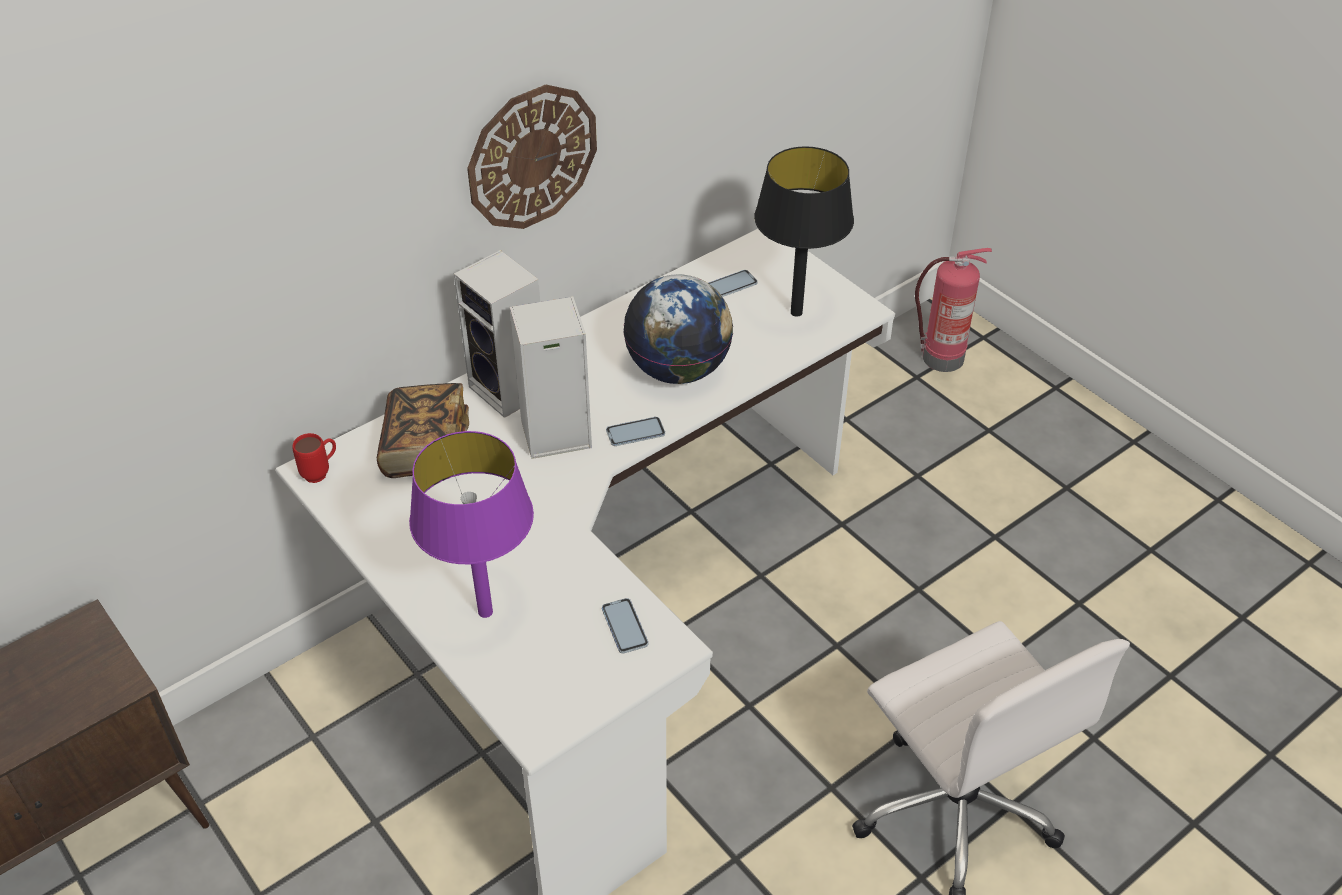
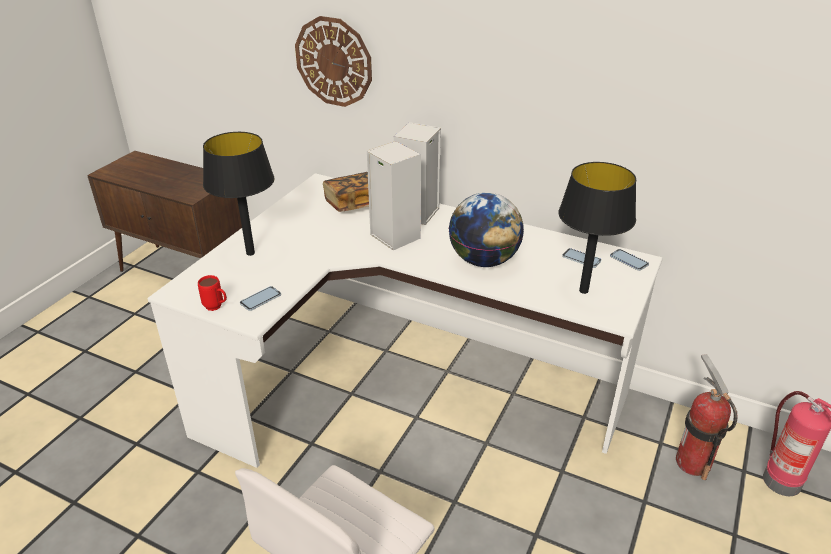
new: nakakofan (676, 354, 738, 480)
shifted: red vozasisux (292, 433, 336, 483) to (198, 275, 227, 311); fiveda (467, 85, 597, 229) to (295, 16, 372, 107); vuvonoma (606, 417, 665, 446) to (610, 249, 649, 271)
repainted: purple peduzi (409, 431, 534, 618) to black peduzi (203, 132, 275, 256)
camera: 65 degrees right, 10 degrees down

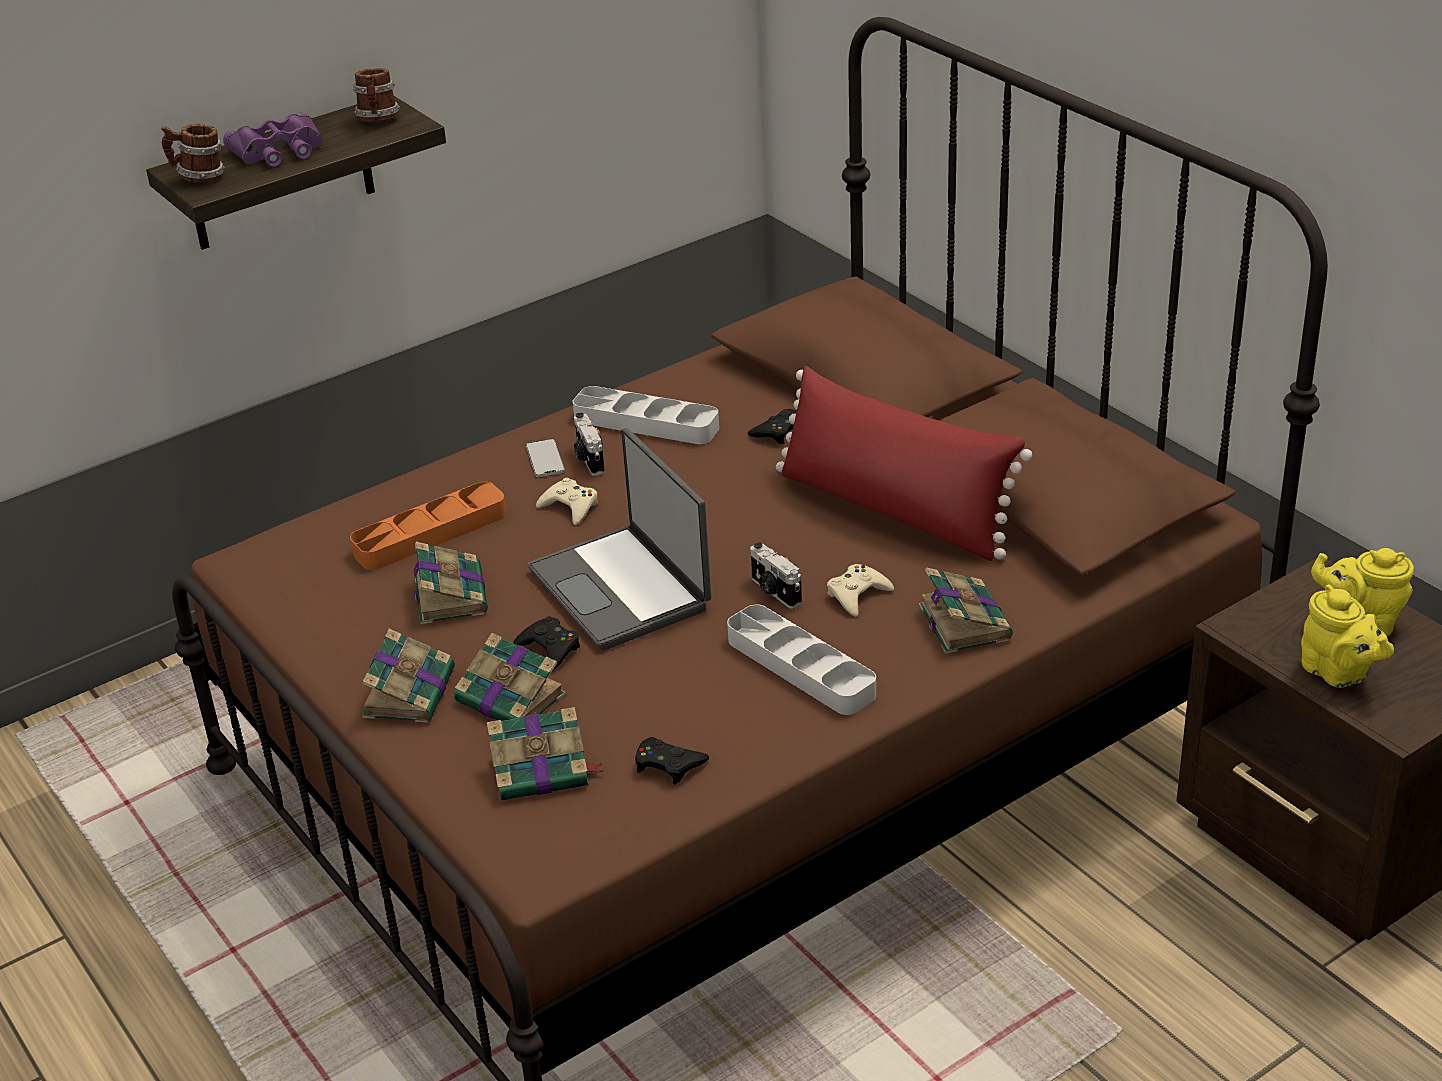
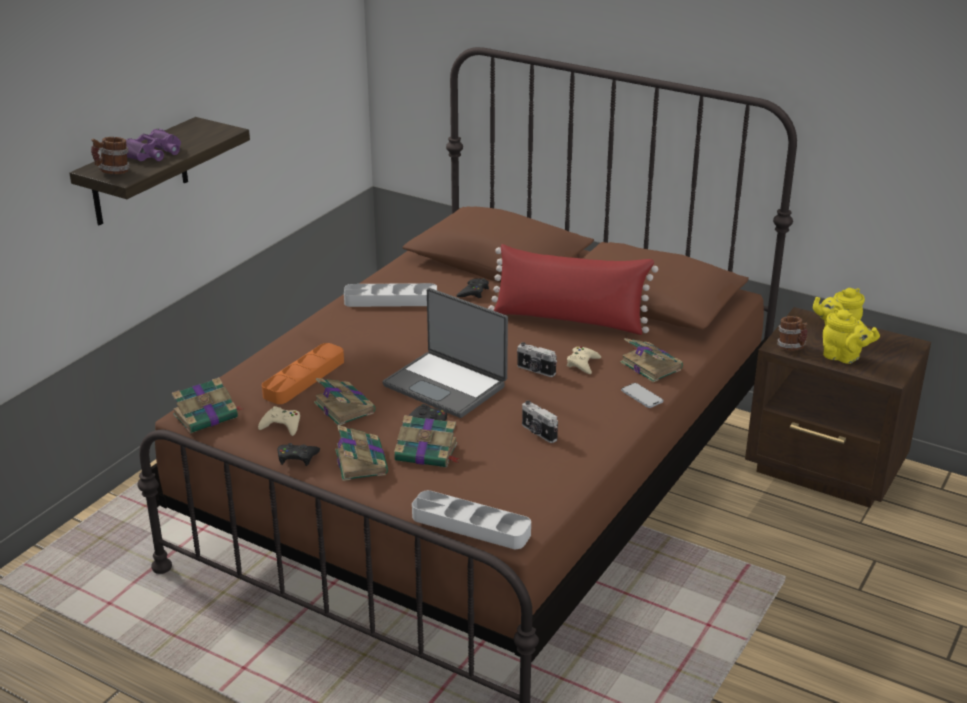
shifted: vozasisux (353, 68, 400, 122) to (777, 316, 808, 351); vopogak (487, 707, 604, 801) to (172, 377, 242, 433); vuvonoma (526, 439, 565, 477) to (621, 383, 663, 408); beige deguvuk (536, 478, 598, 525) to (258, 406, 300, 436); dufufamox (574, 413, 605, 476) to (522, 401, 558, 443); black deguvuk (635, 737, 709, 785) to (278, 443, 320, 466); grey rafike (727, 605, 876, 715) to (412, 490, 531, 549)
camera: 25 degrees left, 5 degrees down

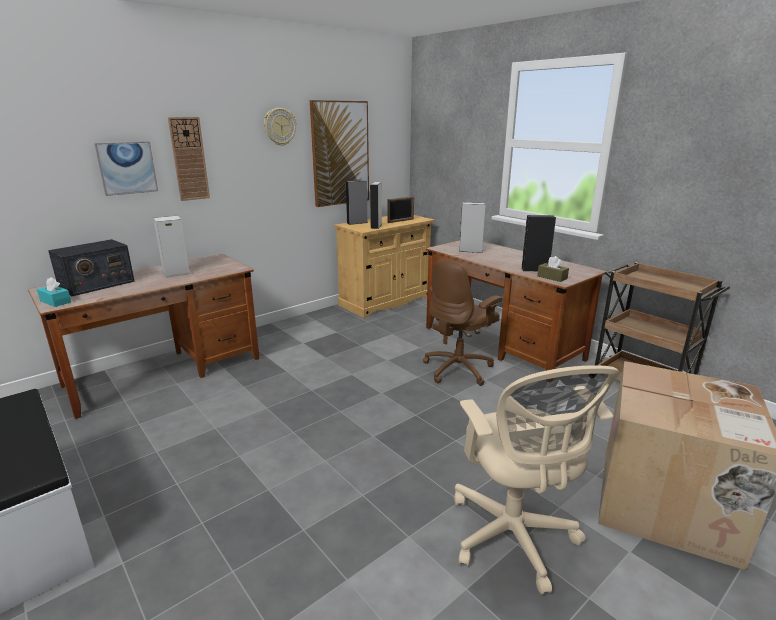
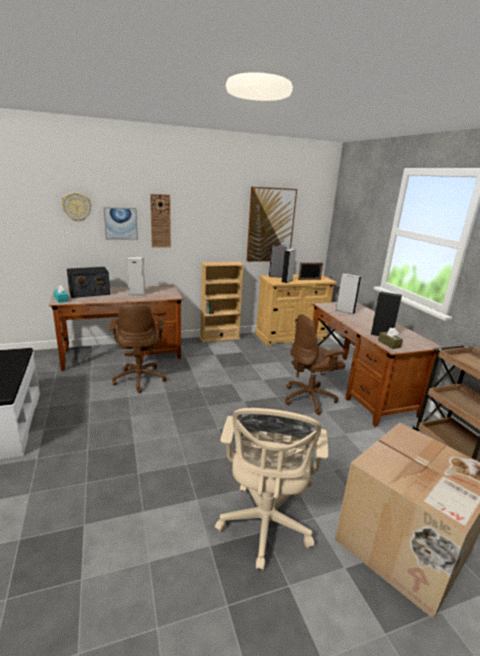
new: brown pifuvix (109, 303, 167, 393); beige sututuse (200, 262, 245, 343)
shifted: fiveda (264, 108, 296, 146) to (61, 192, 92, 222)
camera: 20 degrees right, 0 degrees up

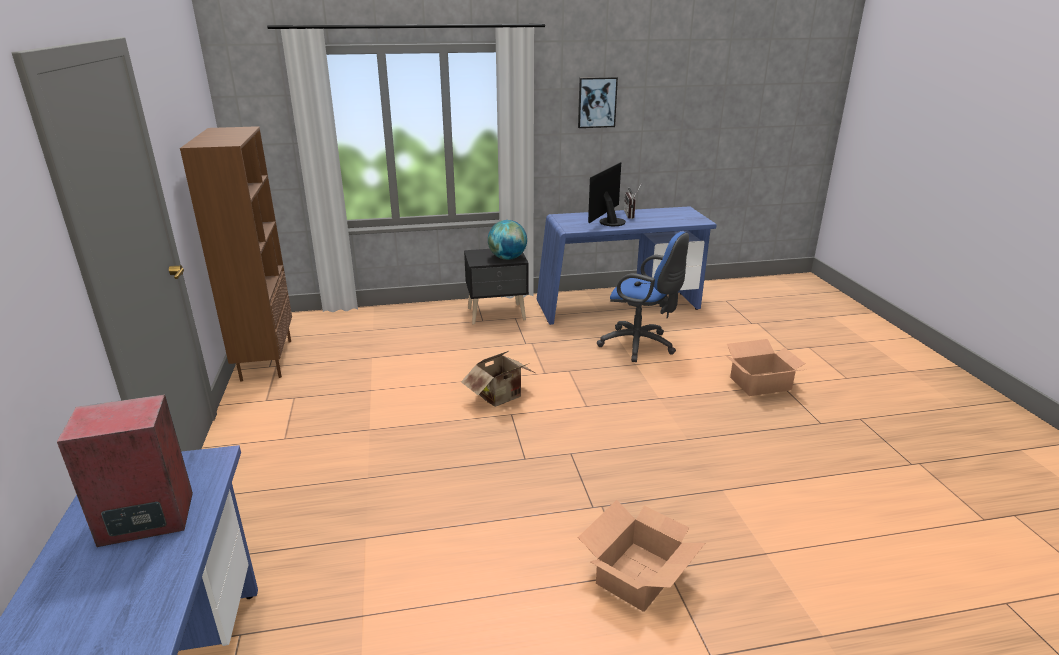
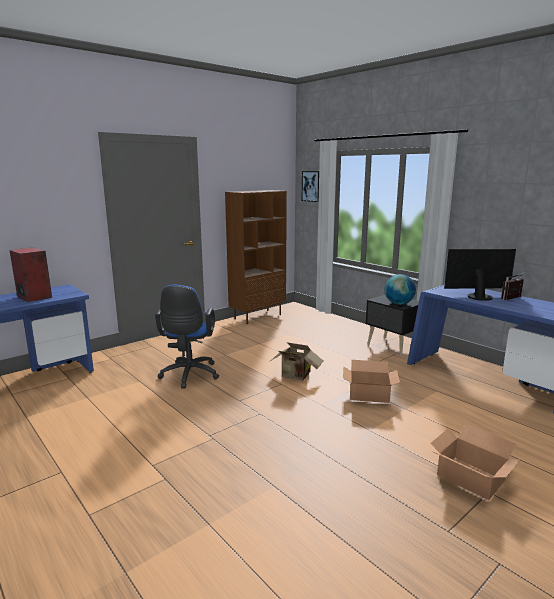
shifted: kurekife (578, 77, 618, 128) to (302, 171, 319, 202); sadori (578, 500, 705, 612) to (343, 360, 400, 403); blue pifuvix (597, 232, 689, 362) to (155, 285, 219, 389)
camera: 60 degrees right, 10 degrees down

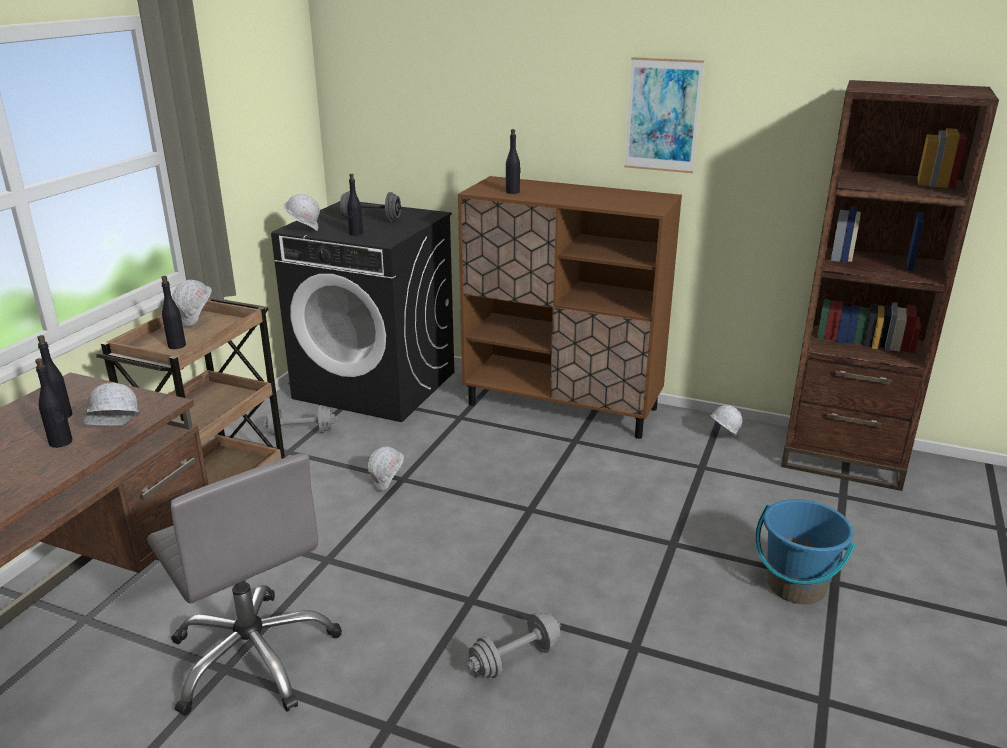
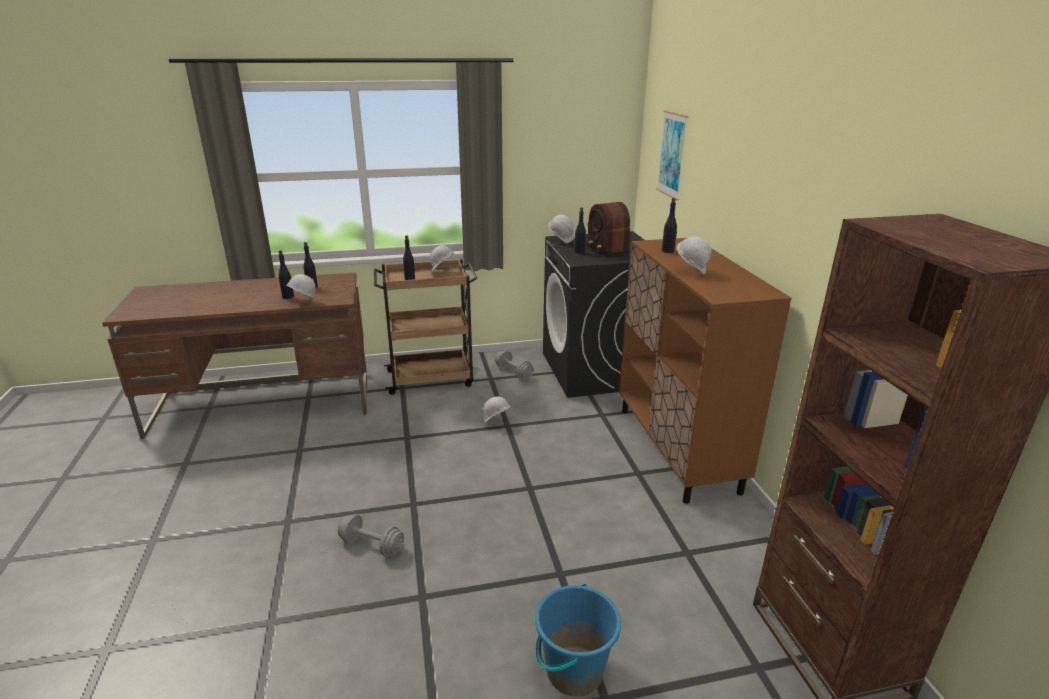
gone: grey pifuvix (147, 453, 342, 716)
shifted: kurekife (625, 57, 704, 173) to (656, 110, 688, 201); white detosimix (710, 405, 743, 436) to (677, 236, 712, 274)
swapped: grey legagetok (340, 191, 401, 222) to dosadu (586, 202, 632, 257)
camera: 55 degrees right, 0 degrees up

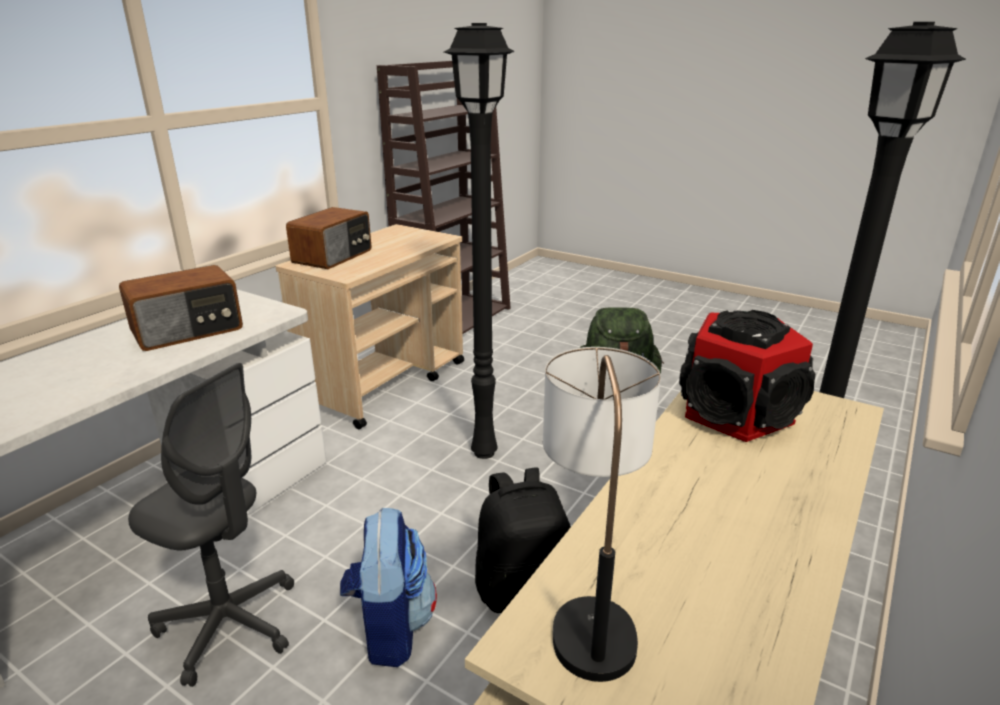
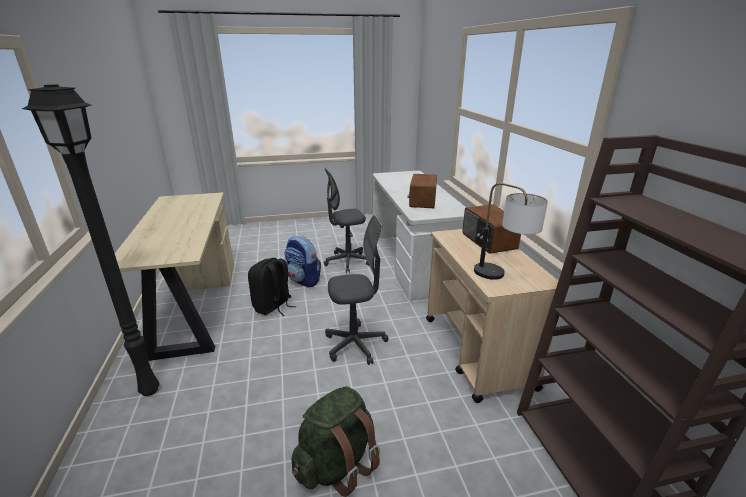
gone: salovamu (679, 310, 815, 442)
shifted: peduzi (543, 347, 661, 682) to (474, 183, 548, 280)
swapped: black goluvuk (444, 23, 515, 459) to grey pifuvix (325, 215, 389, 365)
camera: 135 degrees right, 0 degrees up

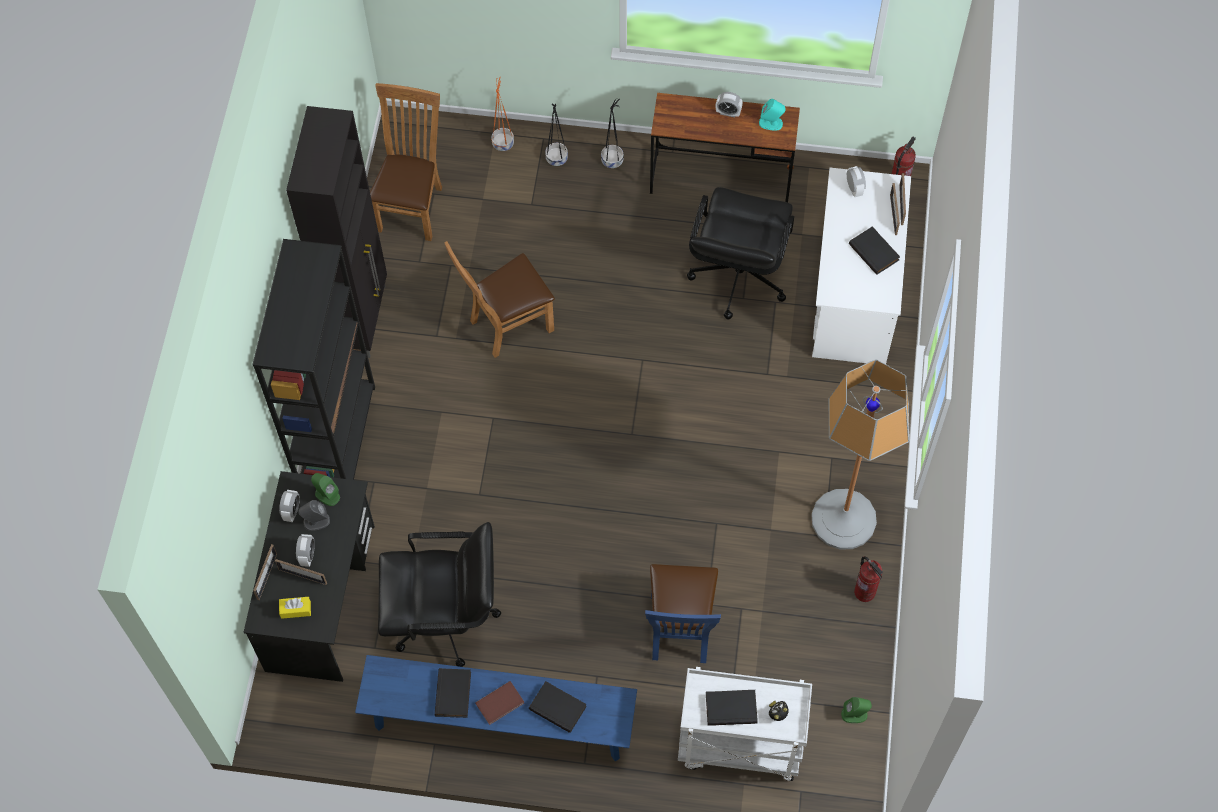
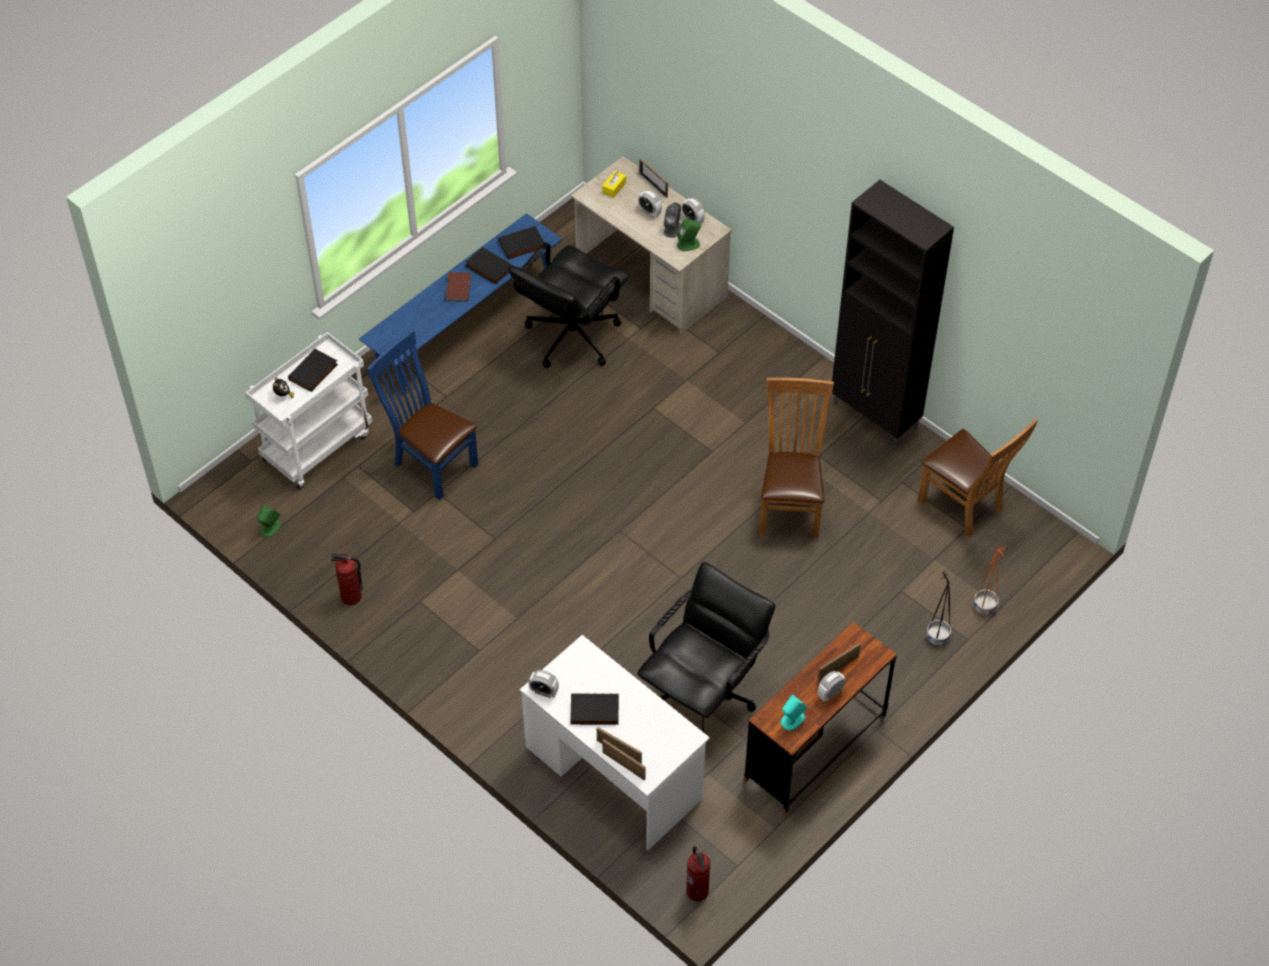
gone: black sututuse (252, 239, 375, 480); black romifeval (601, 97, 624, 168); goluvuk (811, 359, 910, 549)
shifted: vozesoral (275, 559, 327, 585) to (818, 643, 861, 682); black vopogak (529, 681, 587, 733) to (498, 226, 545, 260); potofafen (847, 166, 866, 197) to (528, 670, 559, 698)
repainted: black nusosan (244, 471, 375, 682) to beige nusosan (571, 156, 732, 334)
rotated: black pifuvix (687, 187, 795, 320) = (637, 562, 775, 732) 75 degrees clockwise
camera: 125 degrees right, 10 degrees down

